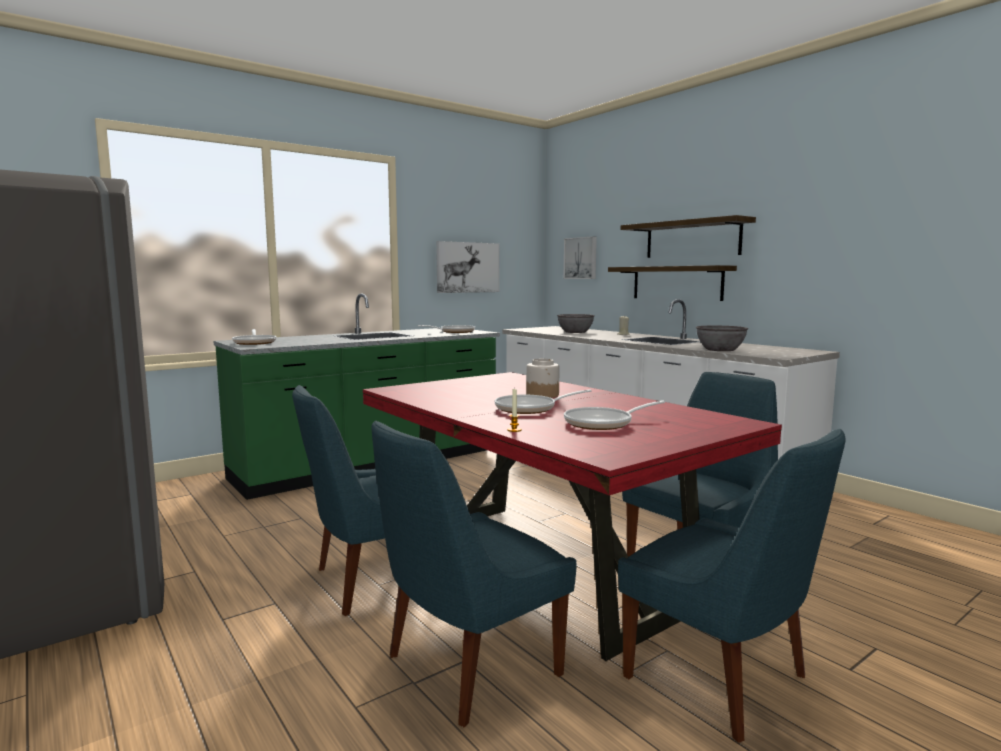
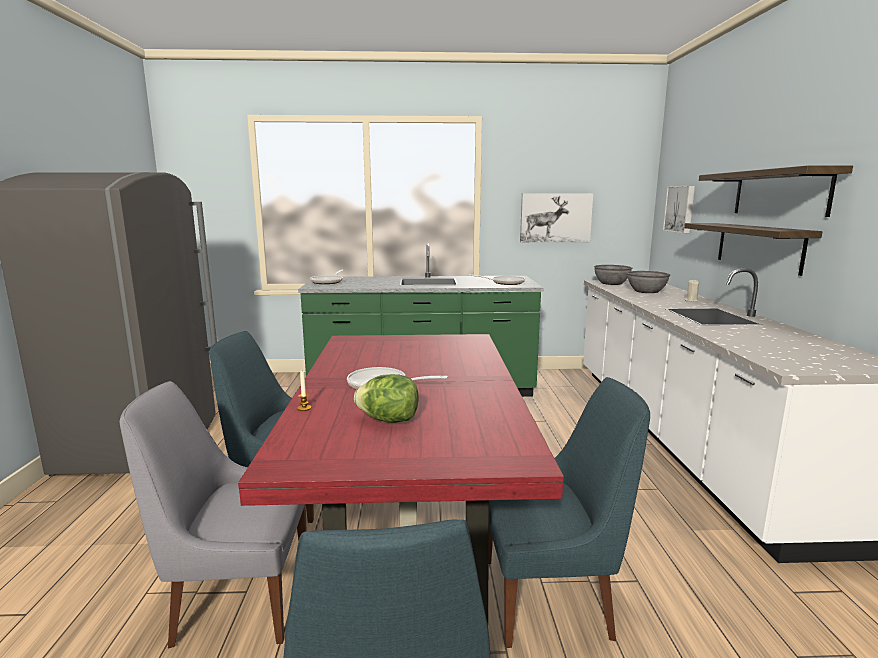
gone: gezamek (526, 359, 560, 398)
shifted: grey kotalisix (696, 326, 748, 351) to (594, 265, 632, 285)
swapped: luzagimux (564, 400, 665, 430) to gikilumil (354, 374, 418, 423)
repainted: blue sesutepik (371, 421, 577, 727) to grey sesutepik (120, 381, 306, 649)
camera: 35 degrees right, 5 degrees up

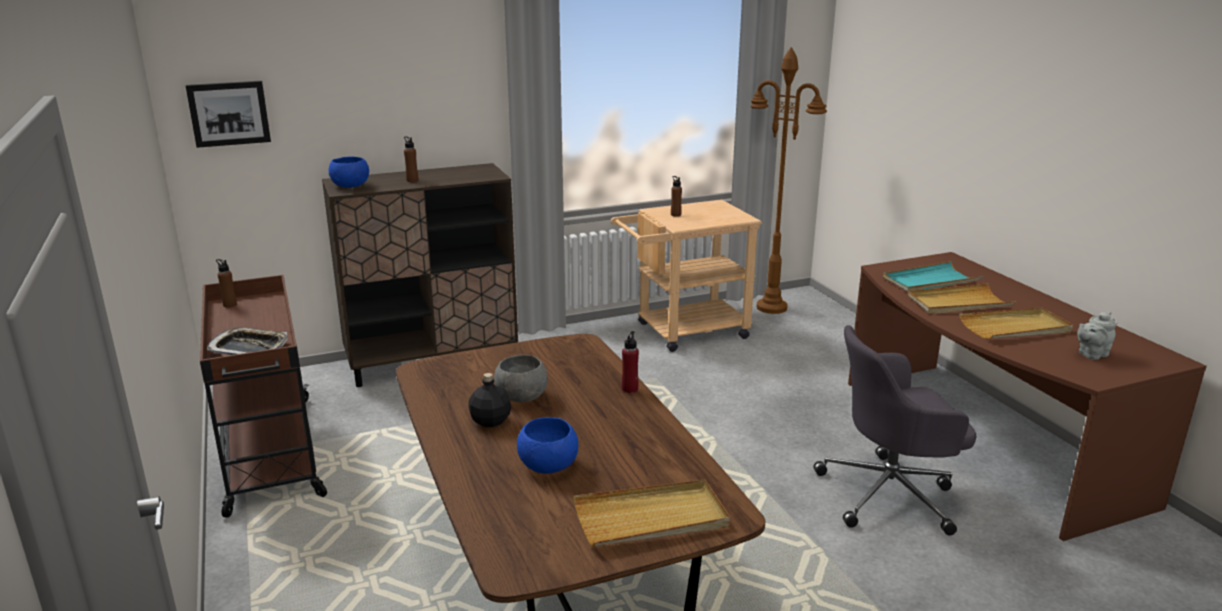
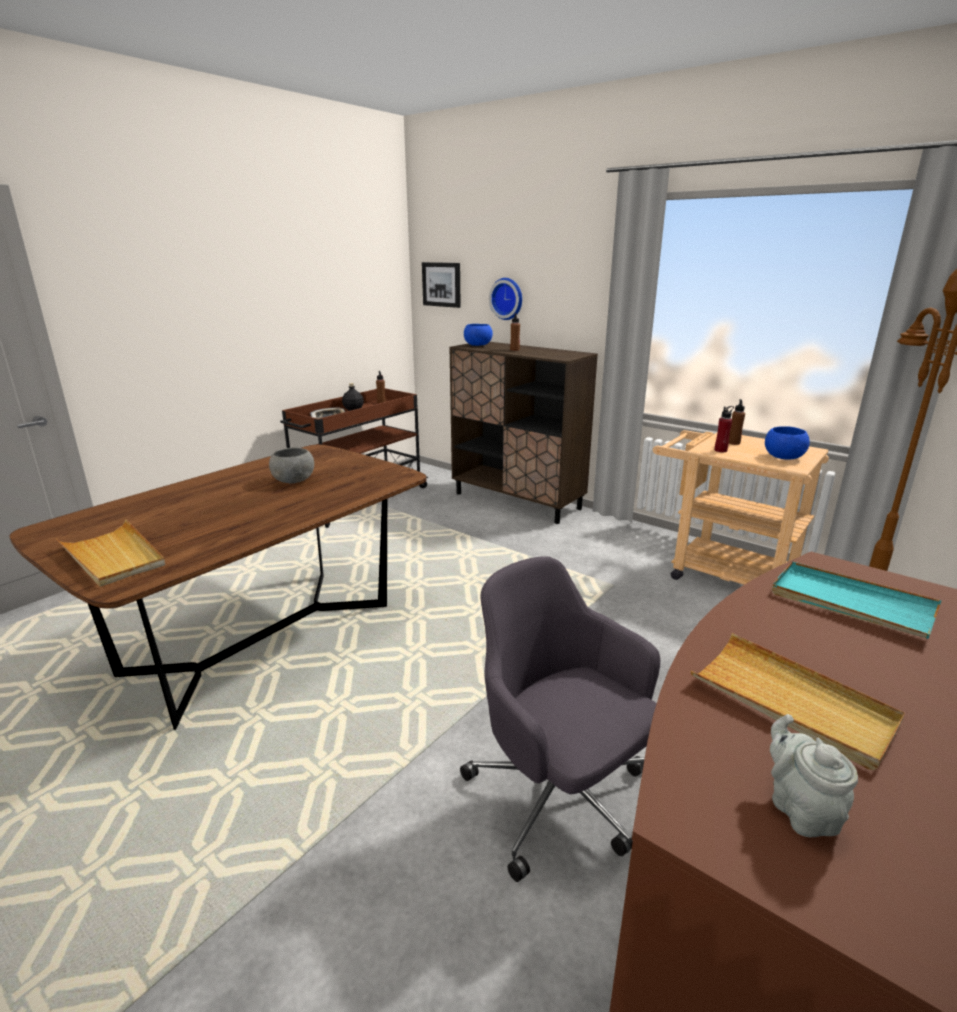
gone: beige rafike (908, 283, 1016, 314)
new: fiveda (489, 278, 522, 320)
shifted: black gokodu (469, 373, 511, 427) to (342, 383, 364, 411); blue kotalisix (517, 417, 578, 474) to (765, 426, 810, 460); red gokodu (622, 331, 639, 393) to (715, 406, 734, 452)
rotated: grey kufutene (1077, 312, 1117, 360) = (770, 714, 858, 837) 45 degrees clockwise
camera: 60 degrees right, 0 degrees up

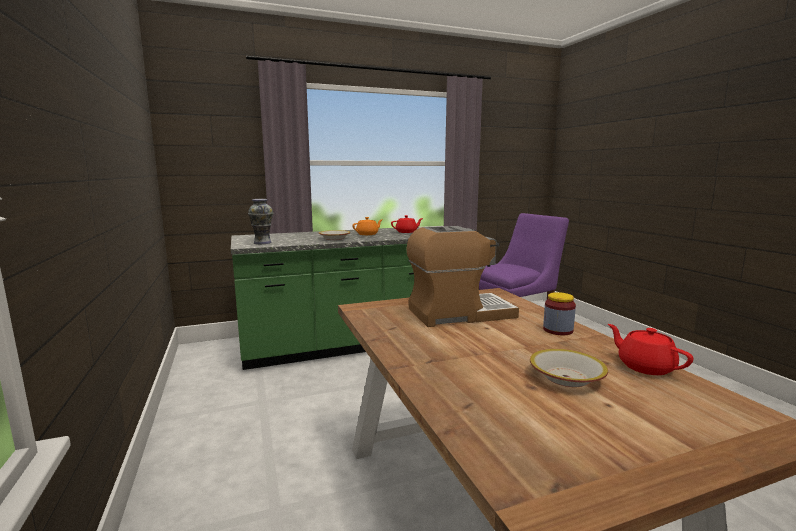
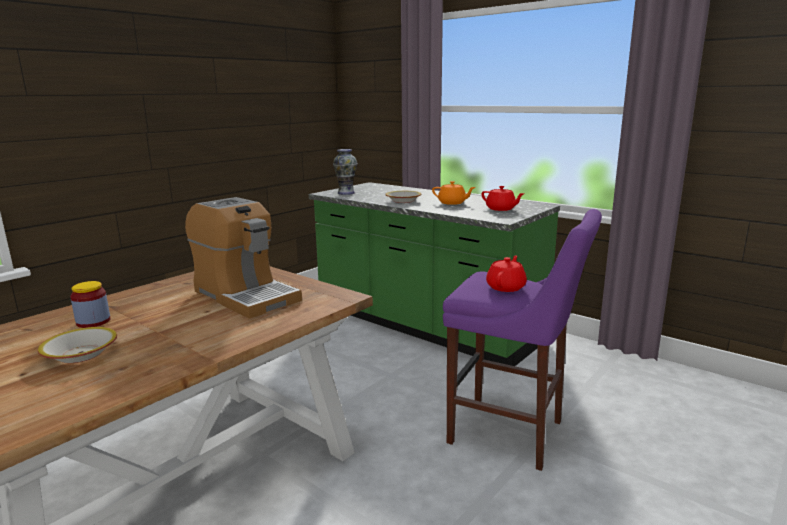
shifted: gezamek (543, 292, 576, 335) to (70, 281, 111, 328); red kufutene (608, 324, 694, 375) to (486, 255, 527, 292)
camera: 60 degrees right, 5 degrees up

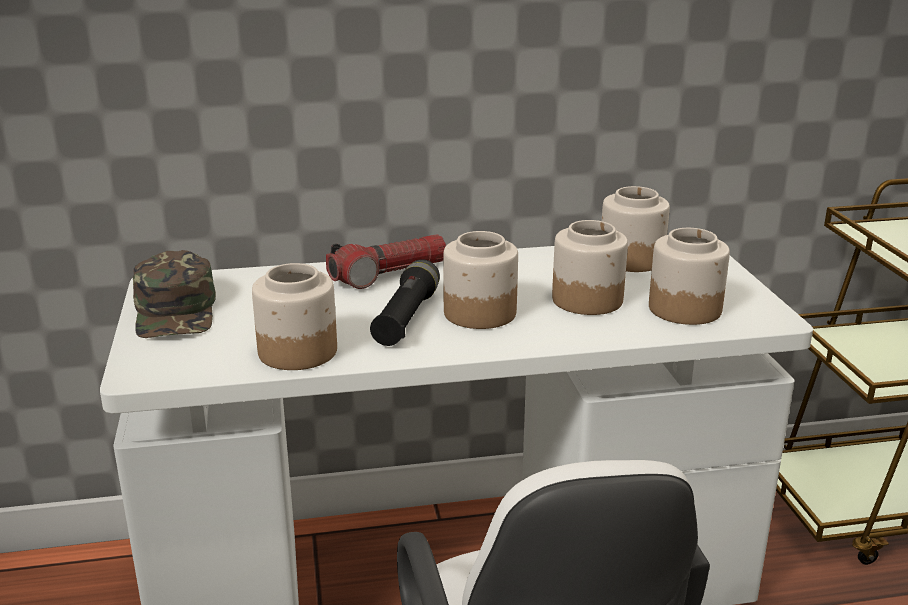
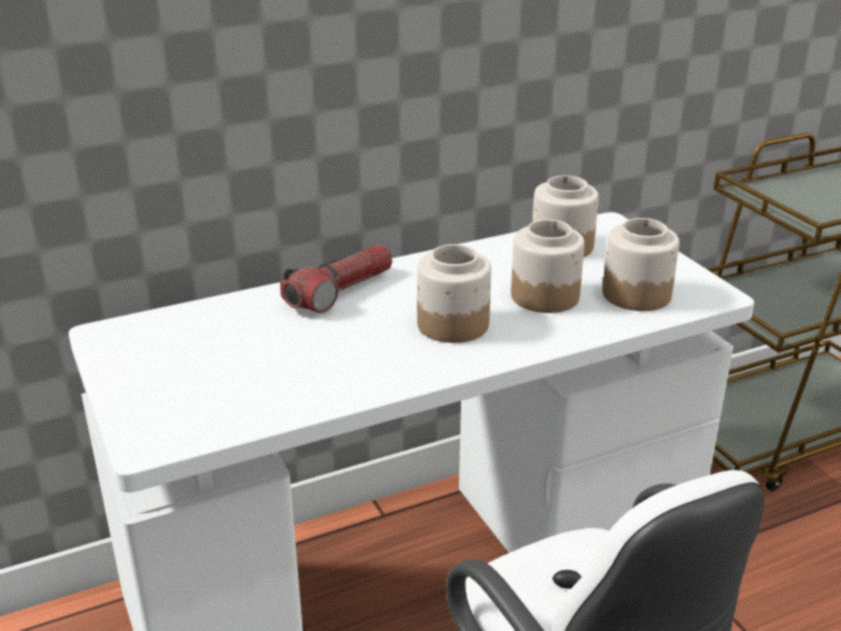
gone: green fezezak (133, 250, 216, 338); gezamek (252, 263, 337, 370); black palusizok (370, 259, 440, 346)
camera: 15 degrees left, 5 degrees up

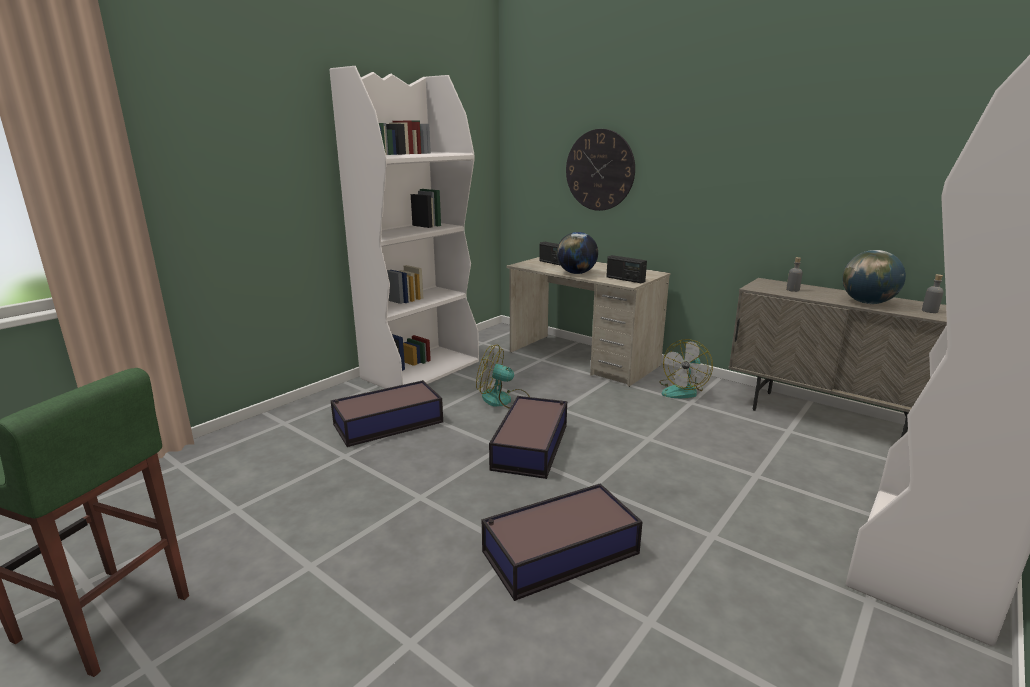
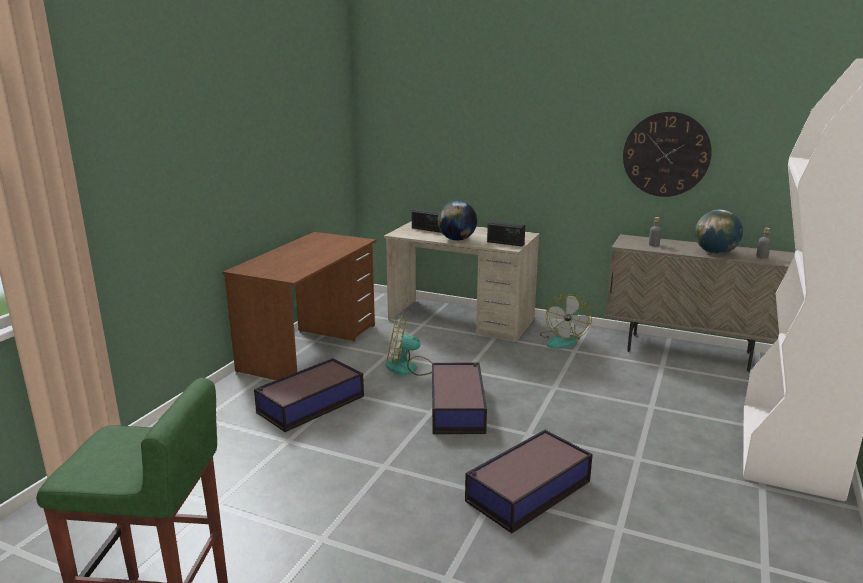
shifted: fiveda (566, 129, 635, 211) to (623, 112, 712, 197)
swapped: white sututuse (329, 66, 479, 388) to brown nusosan (222, 232, 376, 380)
camera: 15 degrees left, 0 degrees up

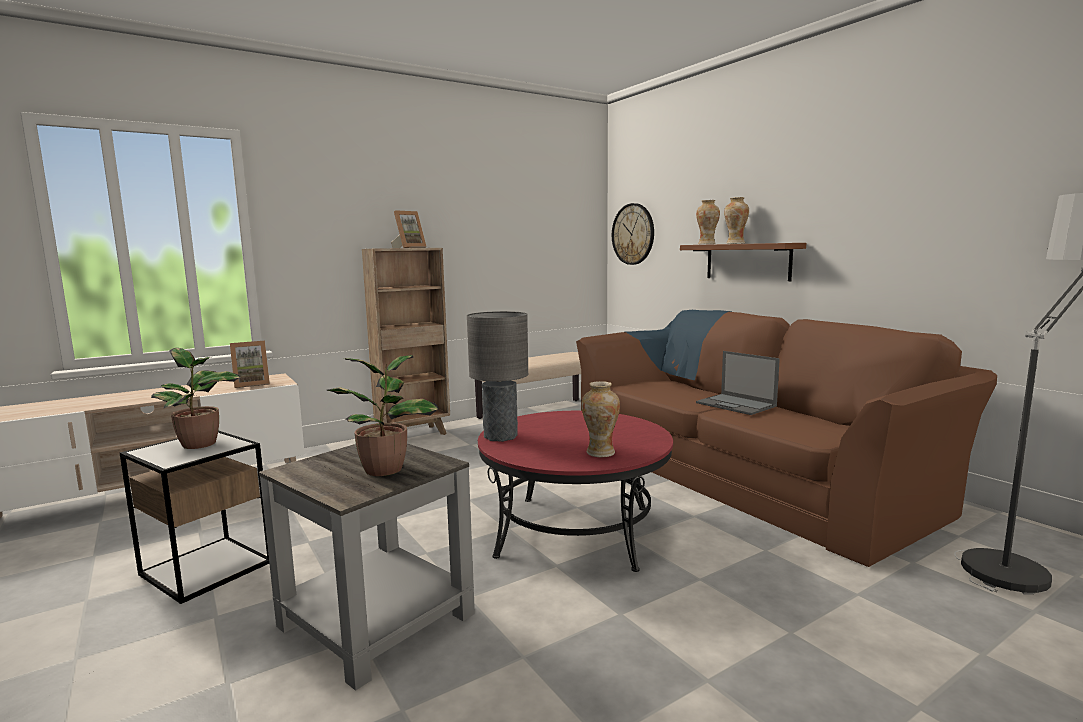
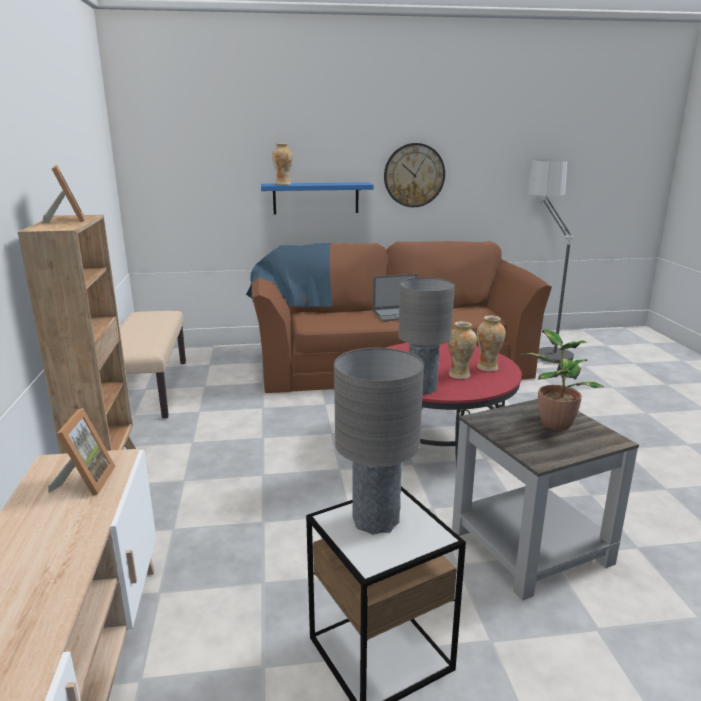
shifted: fiveda (612, 203, 654, 265) to (384, 143, 445, 207); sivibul (724, 197, 749, 244) to (447, 321, 477, 379)
swapped: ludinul (151, 348, 240, 449) to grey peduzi (334, 348, 424, 535)
repainted: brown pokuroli (680, 243, 806, 281) to blue pokuroli (261, 182, 374, 215)
camera: 65 degrees left, 10 degrees up

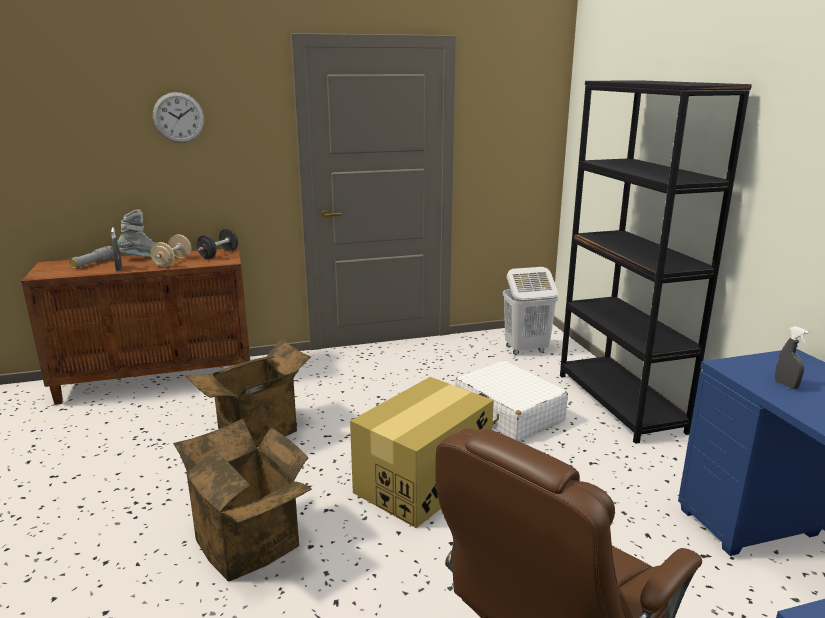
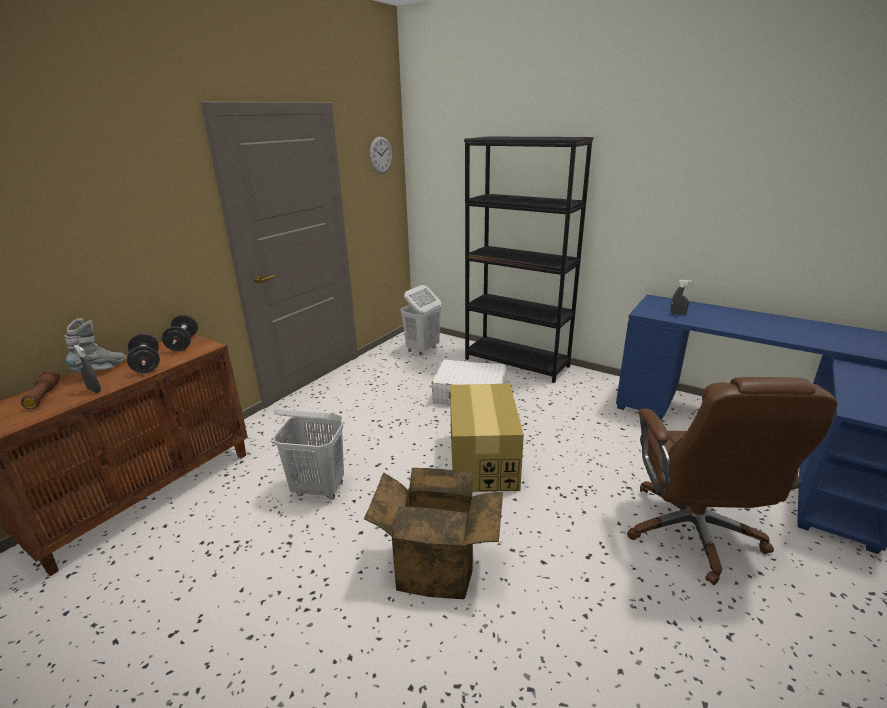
shifted: fiveda (153, 92, 204, 143) to (369, 136, 392, 174)
swapped: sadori (185, 339, 311, 447) to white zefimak (273, 409, 344, 499)
repainted: grey palusizok (69, 246, 113, 269) to brown palusizok (21, 370, 60, 409); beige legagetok (150, 235, 191, 267) to black legagetok (127, 334, 160, 373)
camera: 40 degrees left, 5 degrees up

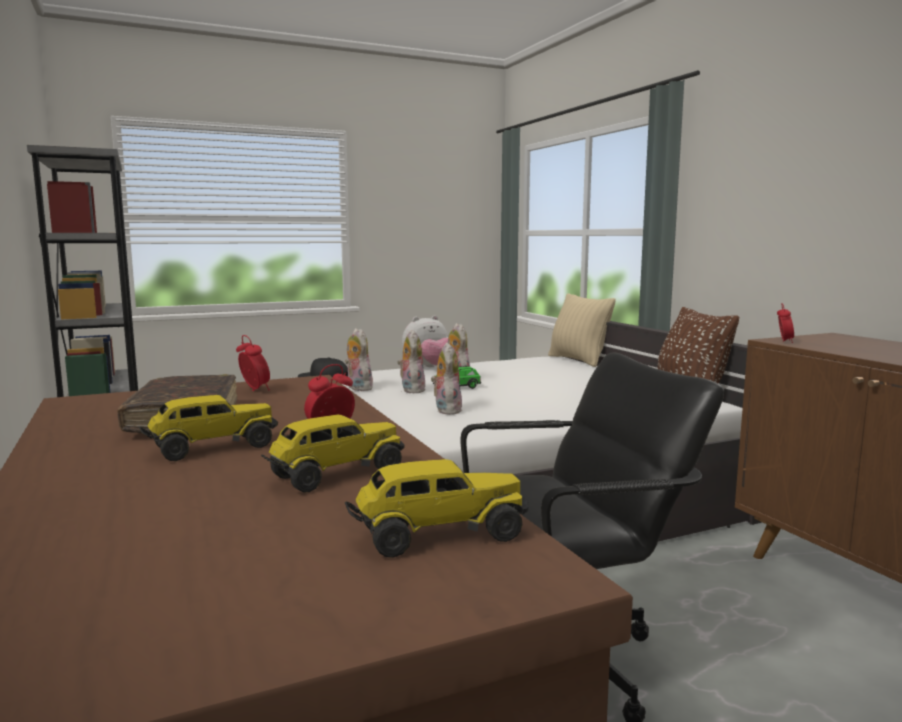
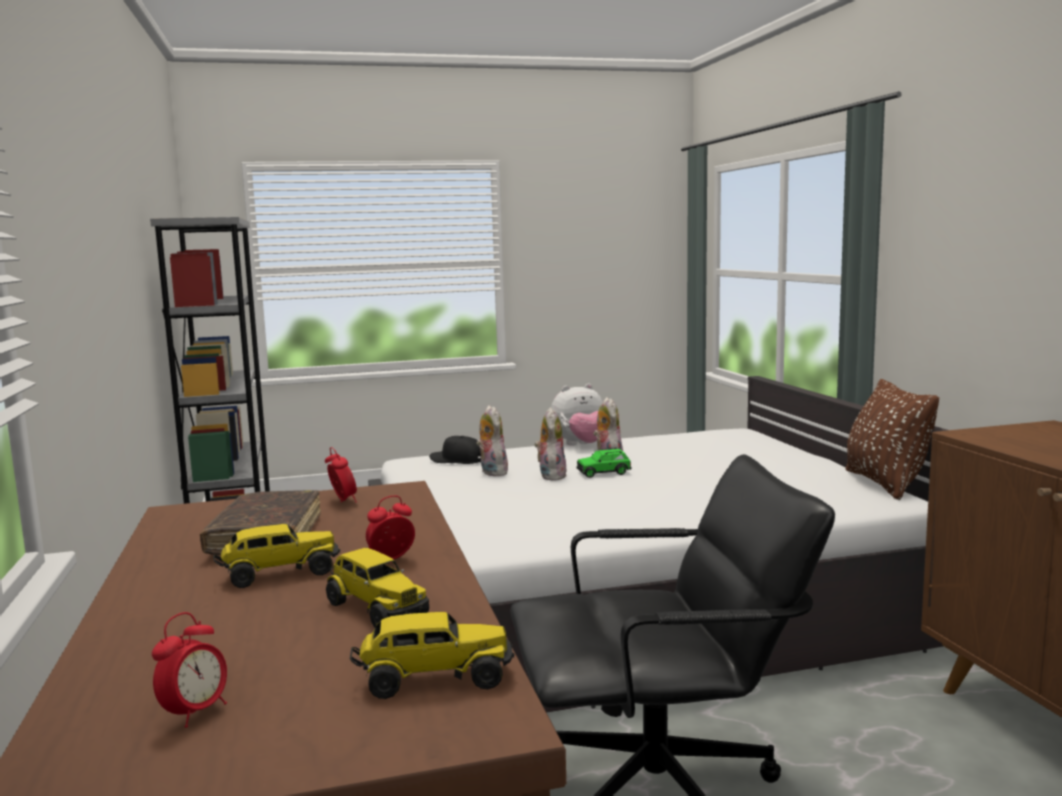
gone: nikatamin (431, 342, 462, 415); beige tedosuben (548, 293, 616, 367)
shifted: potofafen (777, 303, 794, 343) to (152, 612, 227, 728)
rotated: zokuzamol (261, 415, 404, 492) = (326, 548, 429, 628) 75 degrees clockwise
camera: 10 degrees right, 0 degrees up

